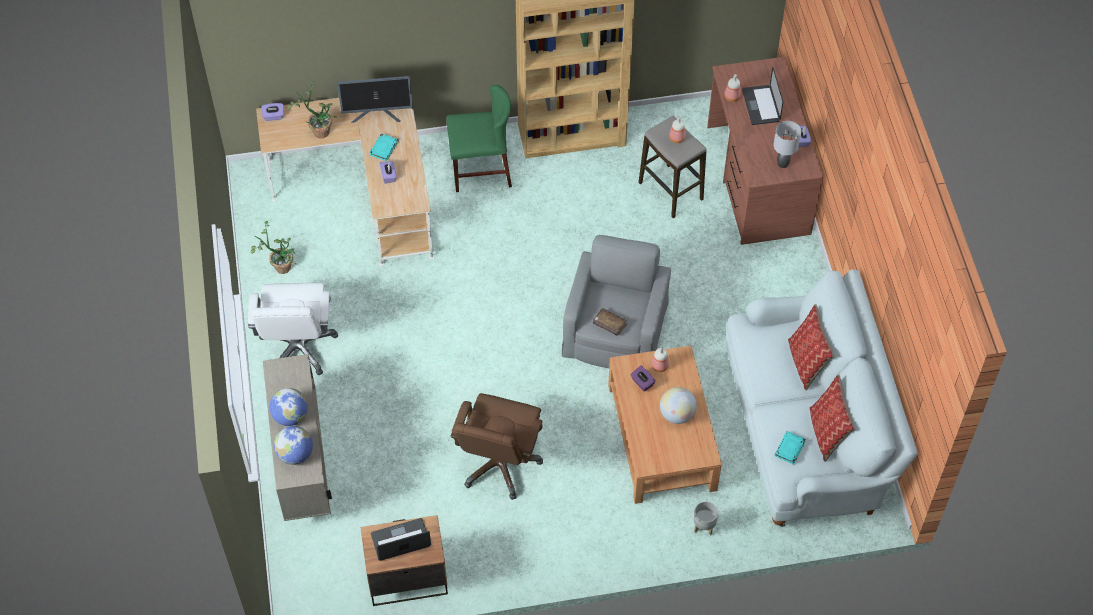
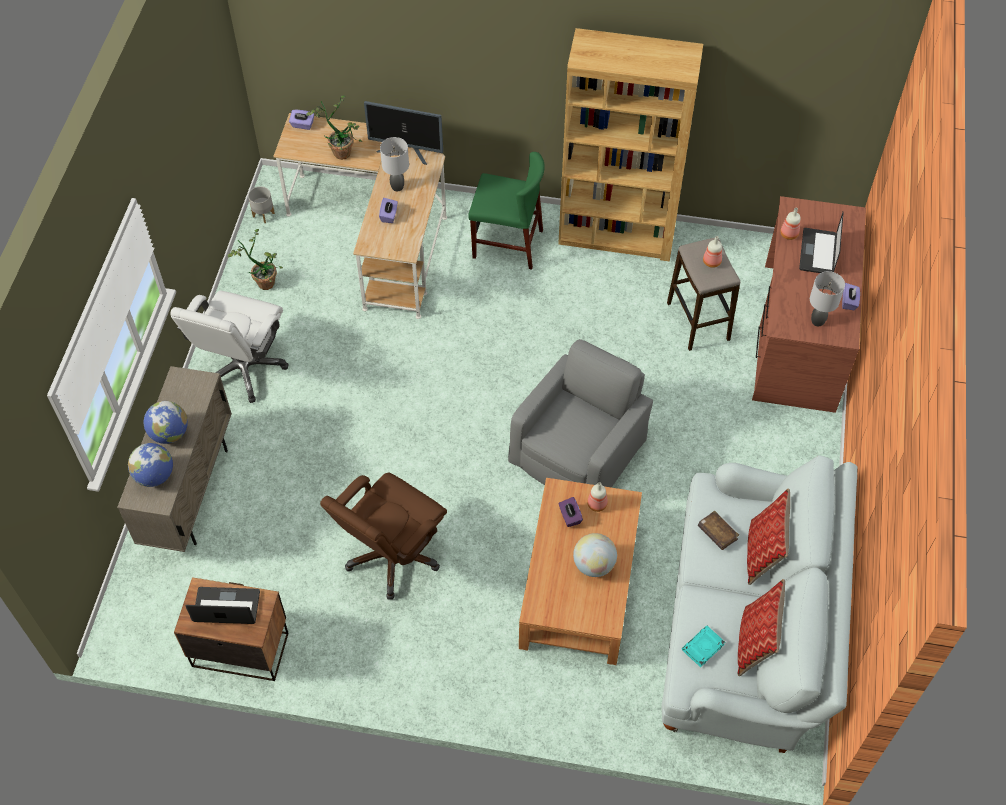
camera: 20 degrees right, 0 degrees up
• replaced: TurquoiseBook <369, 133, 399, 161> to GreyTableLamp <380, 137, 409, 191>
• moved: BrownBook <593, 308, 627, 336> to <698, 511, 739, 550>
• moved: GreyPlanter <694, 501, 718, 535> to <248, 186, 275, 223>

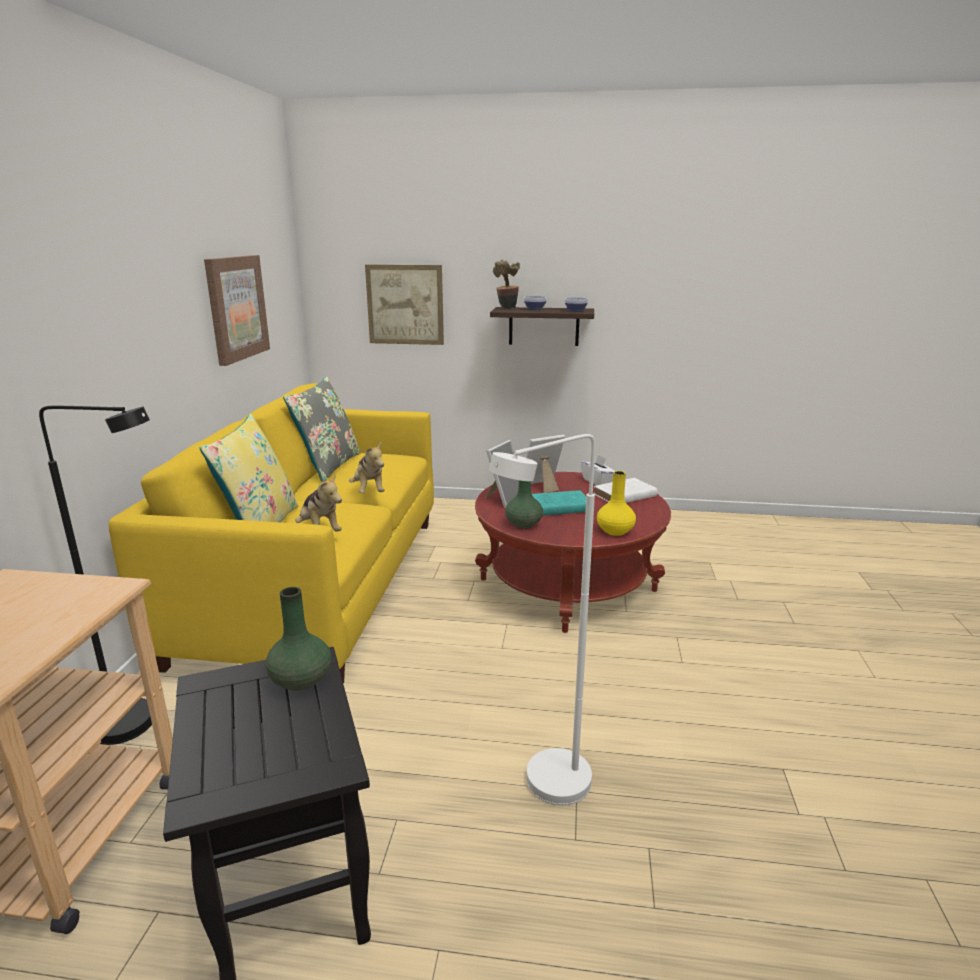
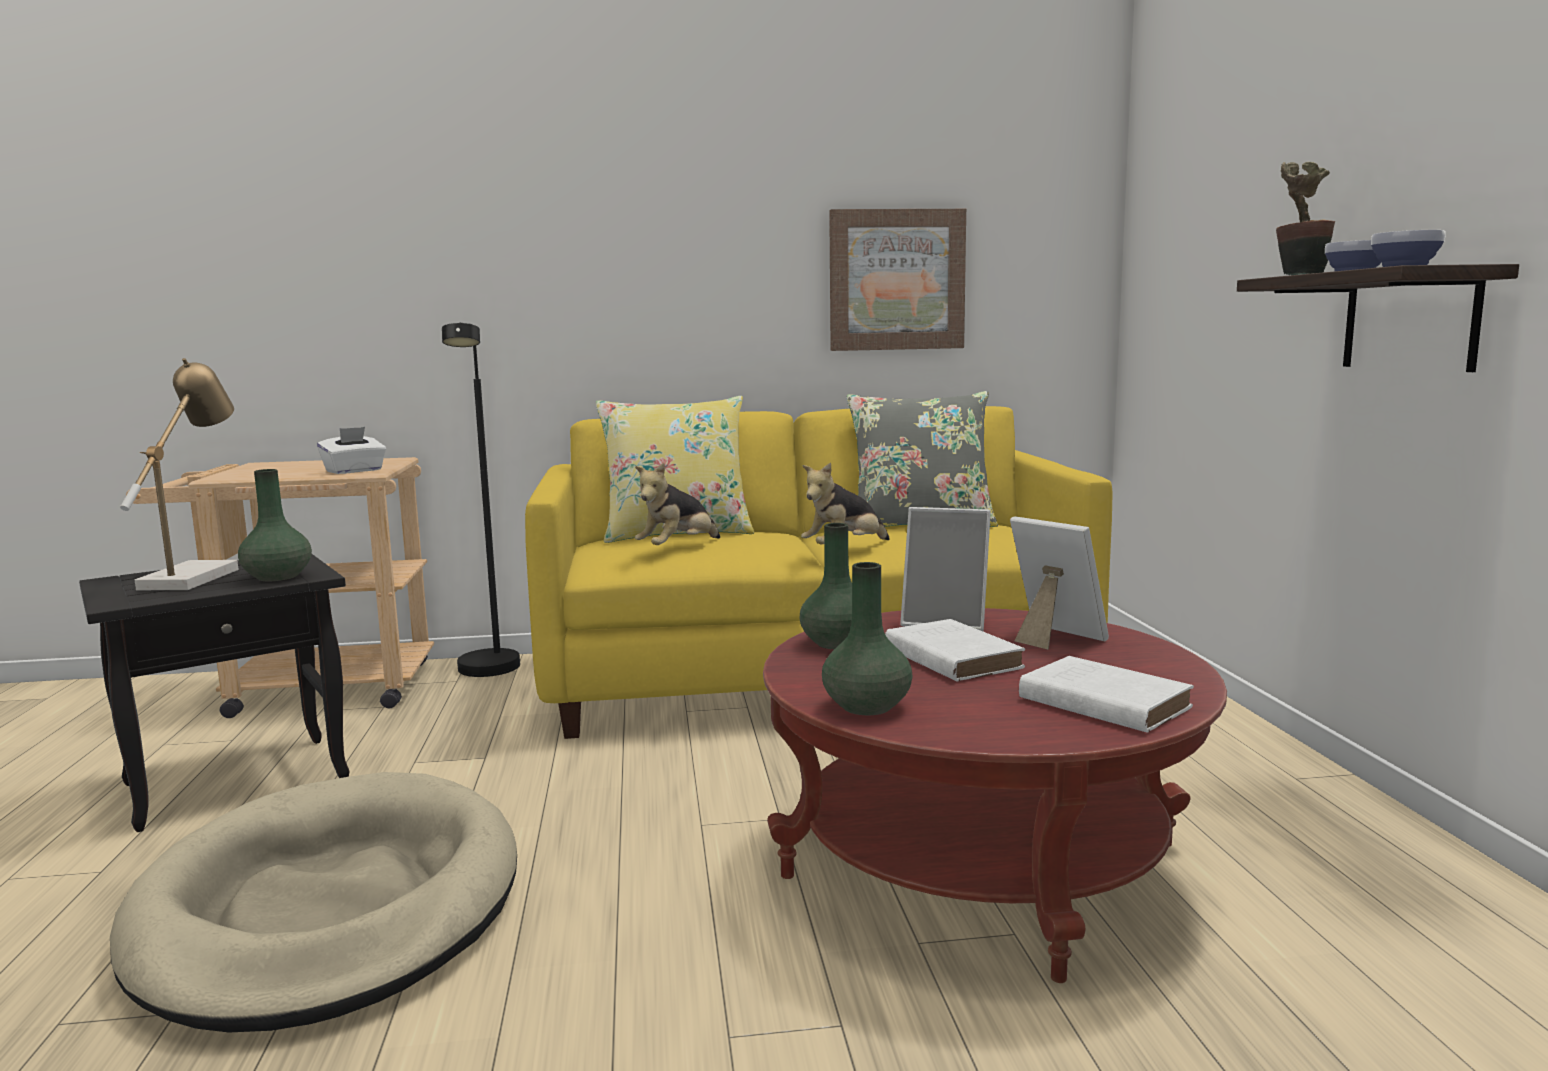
camera: 75 degrees right, 10 degrees down
• removed: Picture <365, 264, 444, 345>
• replaced: WhiteFloorLamp <489, 434, 595, 805> to BeigeDogBed <110, 772, 517, 1033>
• recoloured: TurquoiseBook <532, 490, 586, 516> to WhiteBook <885, 619, 1025, 682>
• moved: WhiteTissueBox <581, 455, 615, 485> to <317, 427, 386, 474>
• recoloured: YellowVase <597, 471, 636, 536> to GreenVase <822, 562, 913, 715>
• added: TableLamp <120, 358, 239, 590>

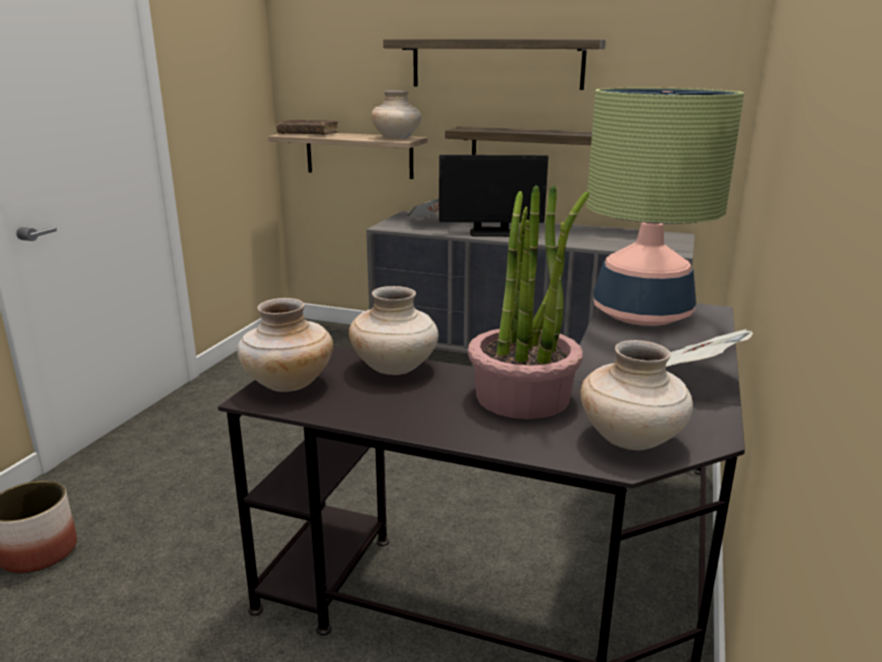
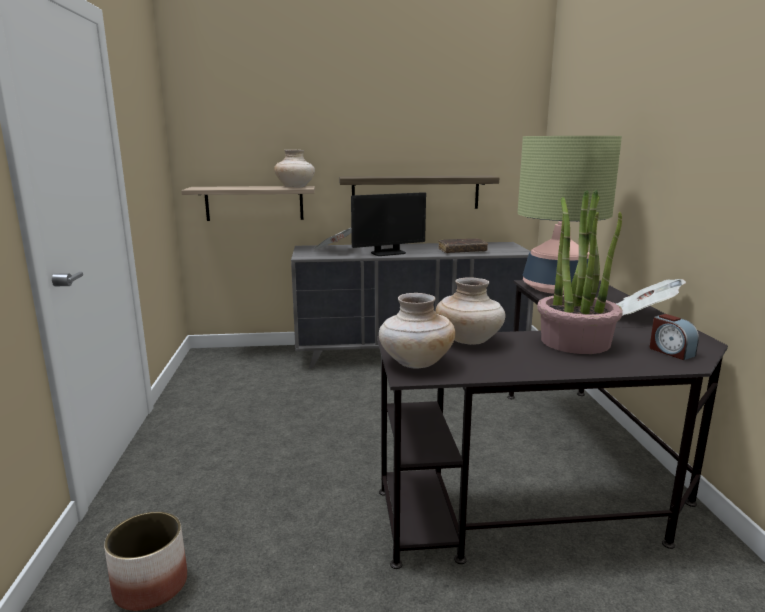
camera: 25 degrees left, 5 degrees down
• moved: BrownBook <276, 119, 339, 135> to <438, 238, 488, 253>
• removed: Shelf <383, 39, 606, 90>
• replaced: BeigeVase <580, 340, 693, 450> to AlarmClock <650, 314, 699, 360>

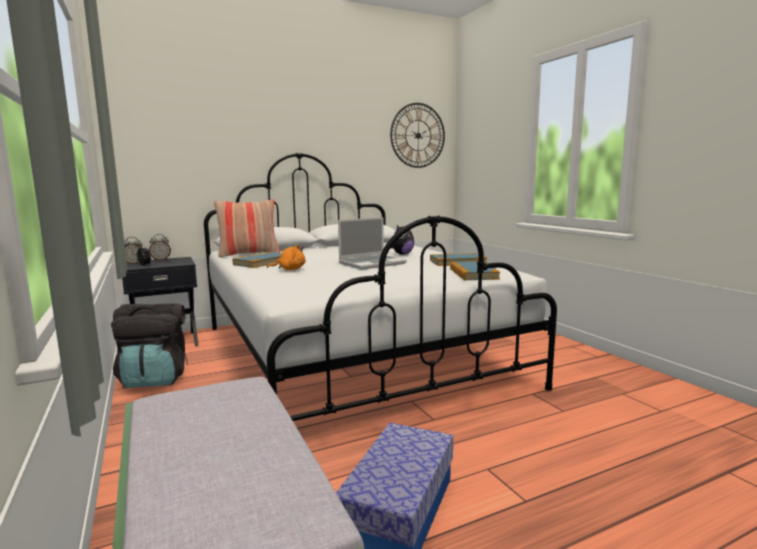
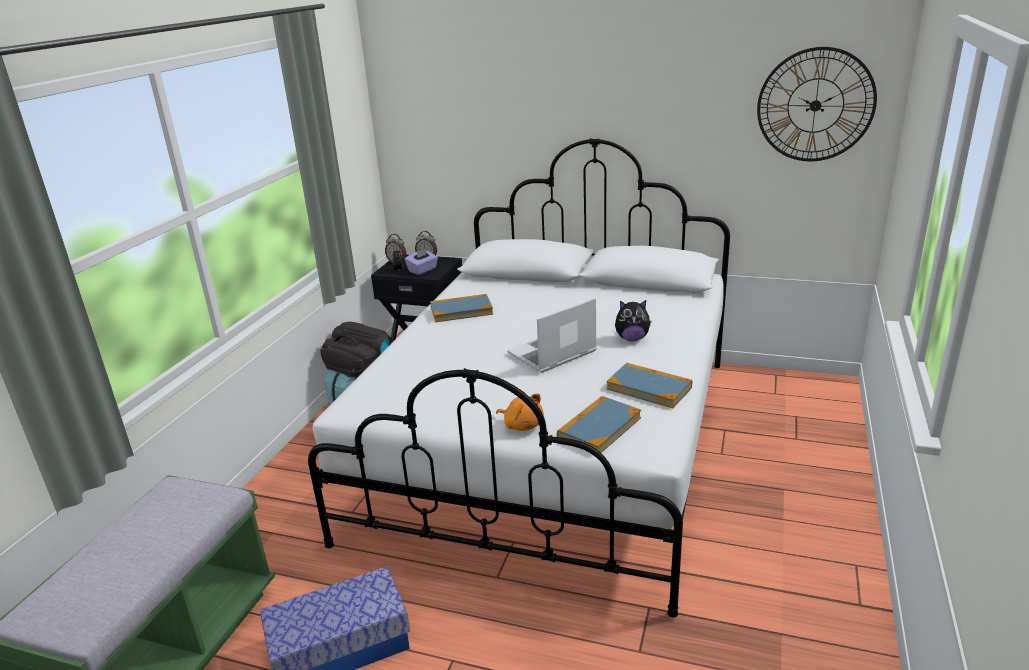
camera: 45 degrees right, 15 degrees up
• removed: Pillow <214, 199, 280, 257>
• moved: OrangePlushToy <267, 245, 305, 270> to <496, 393, 544, 431>
• turned: Laptop <338, 217, 407, 270> = <507, 298, 597, 373> 135 degrees clockwise
• added: PurpleTissueBox <405, 248, 438, 275>

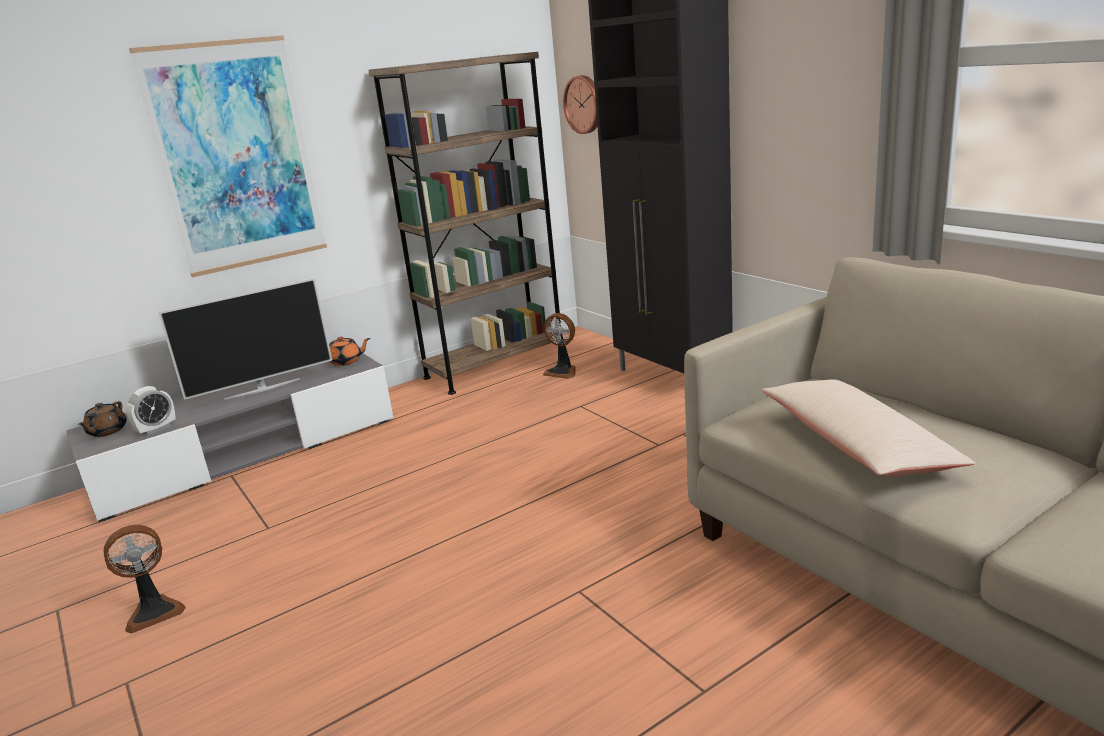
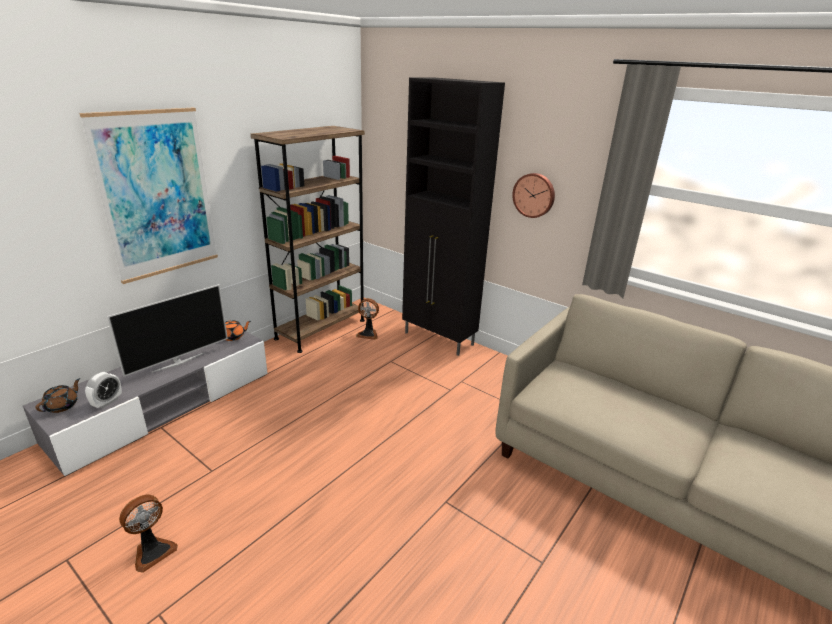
camera: 20 degrees left, 5 degrees up
• turned: BrownTeapot <78, 401, 127, 437> = <35, 378, 80, 413> 150 degrees counterclockwise
• moved: WallClock <563, 75, 597, 134> to <512, 173, 555, 218>
• removed: BeigePillow <761, 379, 975, 477>

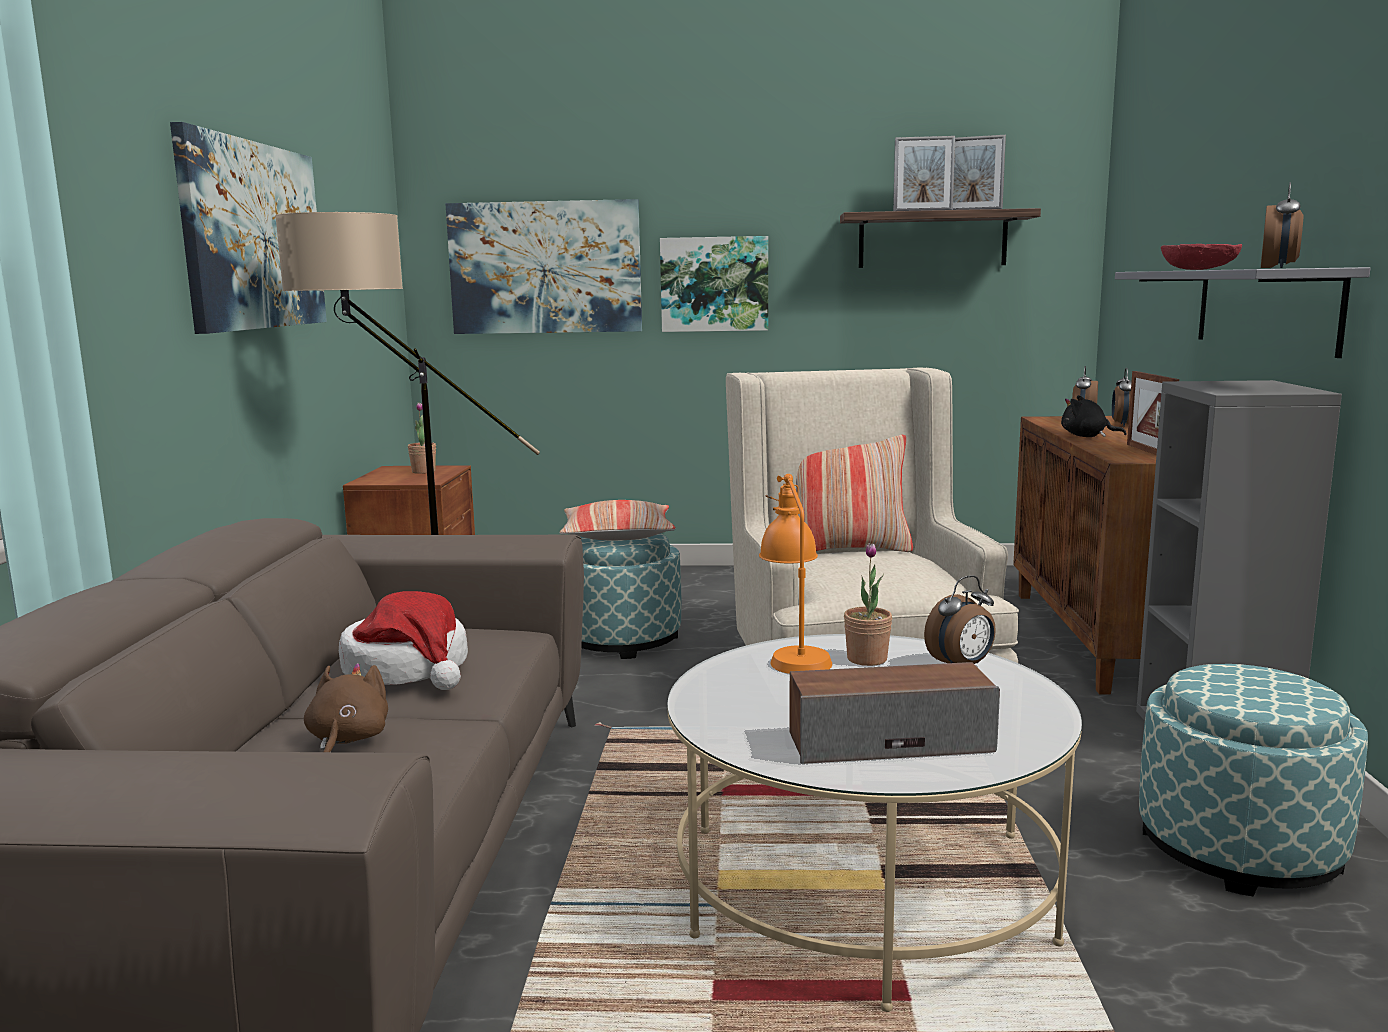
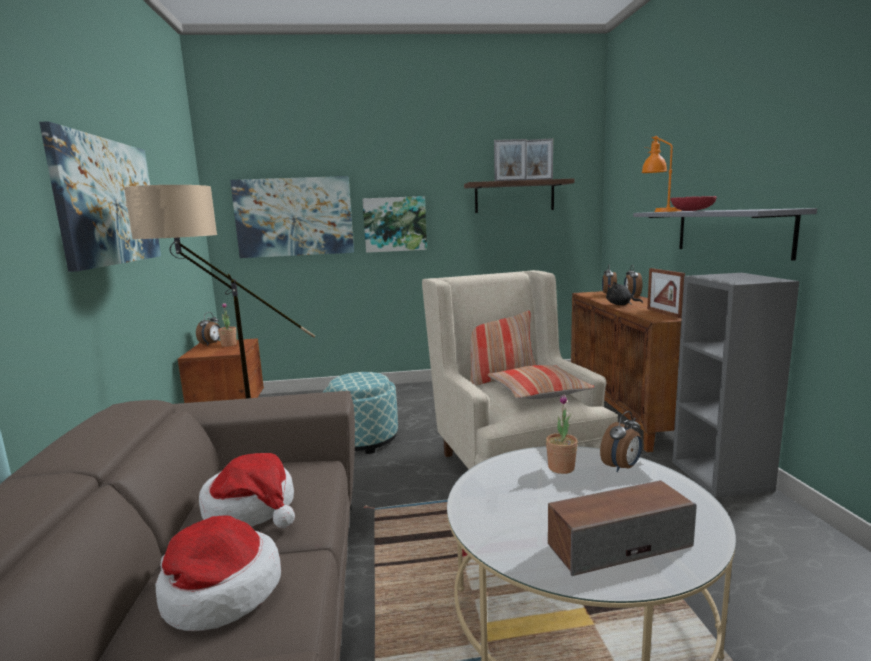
camera: 10 degrees left, 0 degrees up
• replaced: BrownPlushToy <304, 663, 388, 752> to Hat <156, 515, 281, 631>
• moved: Pillow <559, 500, 676, 540> to <488, 365, 595, 399>
• moved: OrangeTableLamp <759, 474, 832, 674> to <641, 136, 682, 212>
• removed: Ottoman <1139, 664, 1368, 897>
• moved: AlarmClock <1261, 182, 1303, 268> to <196, 312, 220, 346>

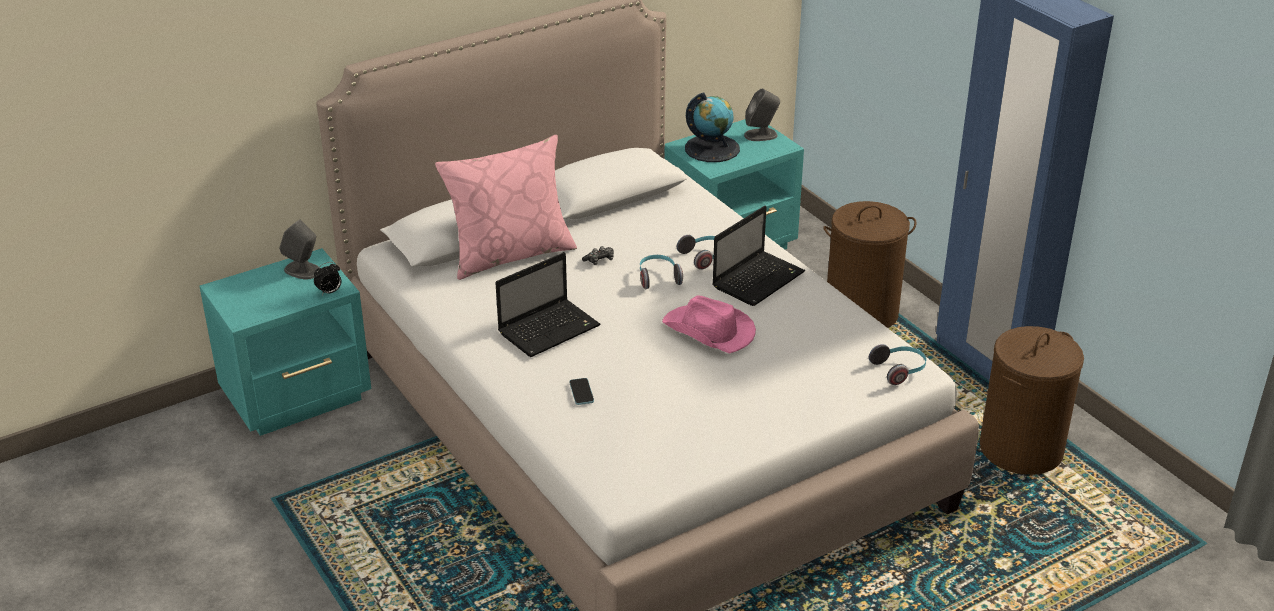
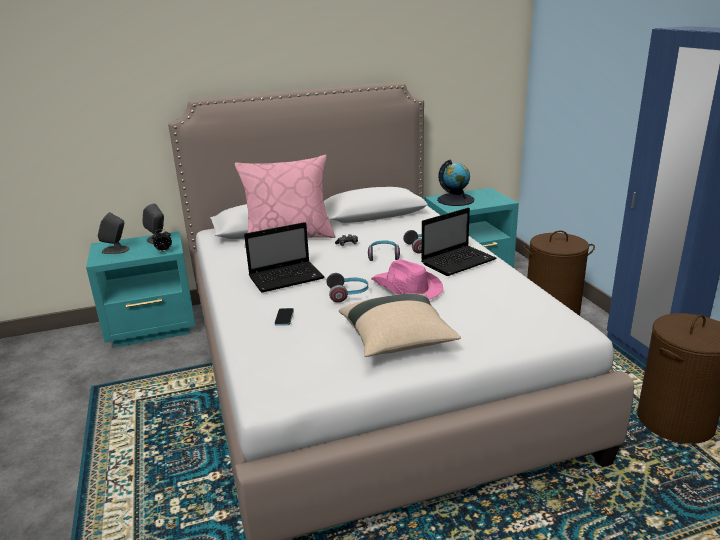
camera: 15 degrees right, 10 degrees down
• moved: GreySpeaker <744, 89, 780, 141> to <98, 212, 129, 254>
• moved: Headphones <869, 344, 926, 385> to <326, 273, 368, 303>
• added: BeigePillow <339, 293, 461, 357>

